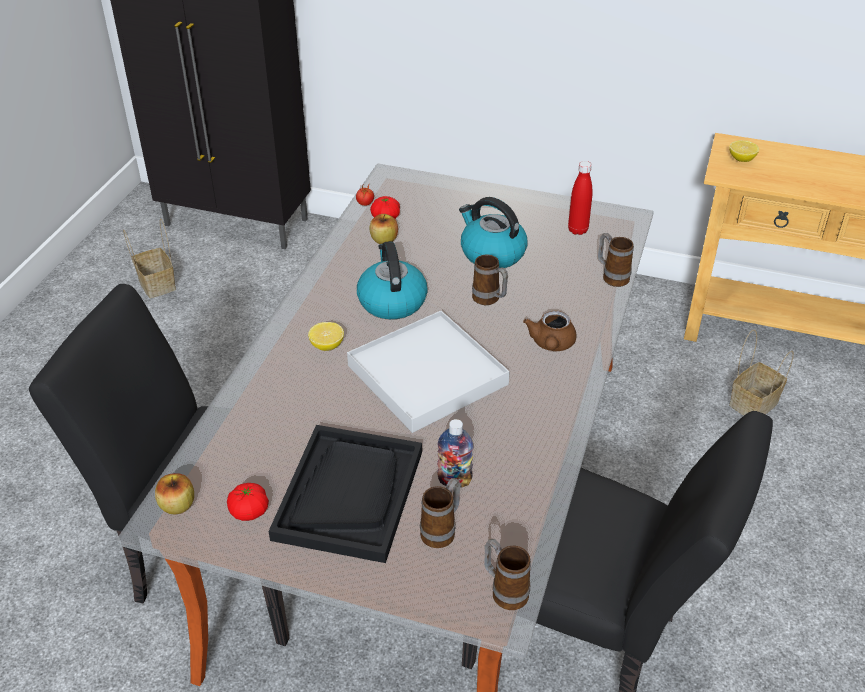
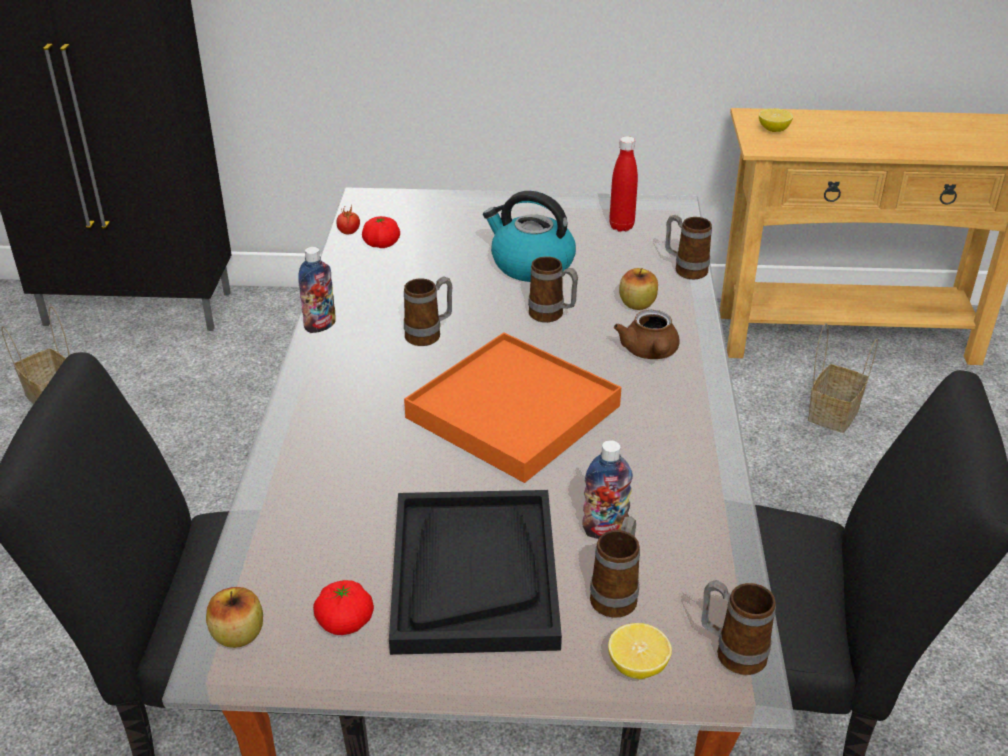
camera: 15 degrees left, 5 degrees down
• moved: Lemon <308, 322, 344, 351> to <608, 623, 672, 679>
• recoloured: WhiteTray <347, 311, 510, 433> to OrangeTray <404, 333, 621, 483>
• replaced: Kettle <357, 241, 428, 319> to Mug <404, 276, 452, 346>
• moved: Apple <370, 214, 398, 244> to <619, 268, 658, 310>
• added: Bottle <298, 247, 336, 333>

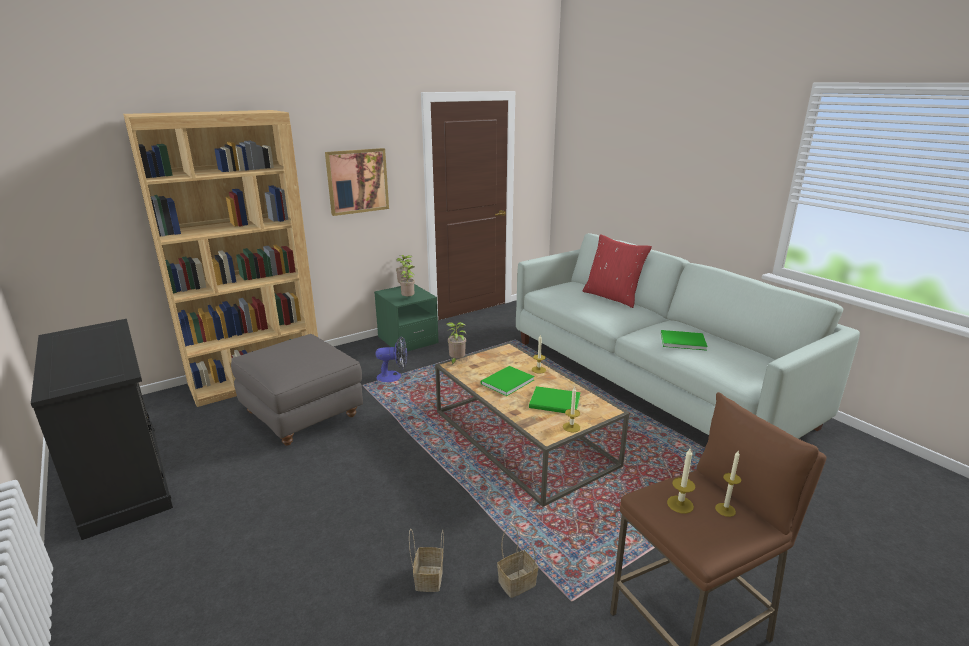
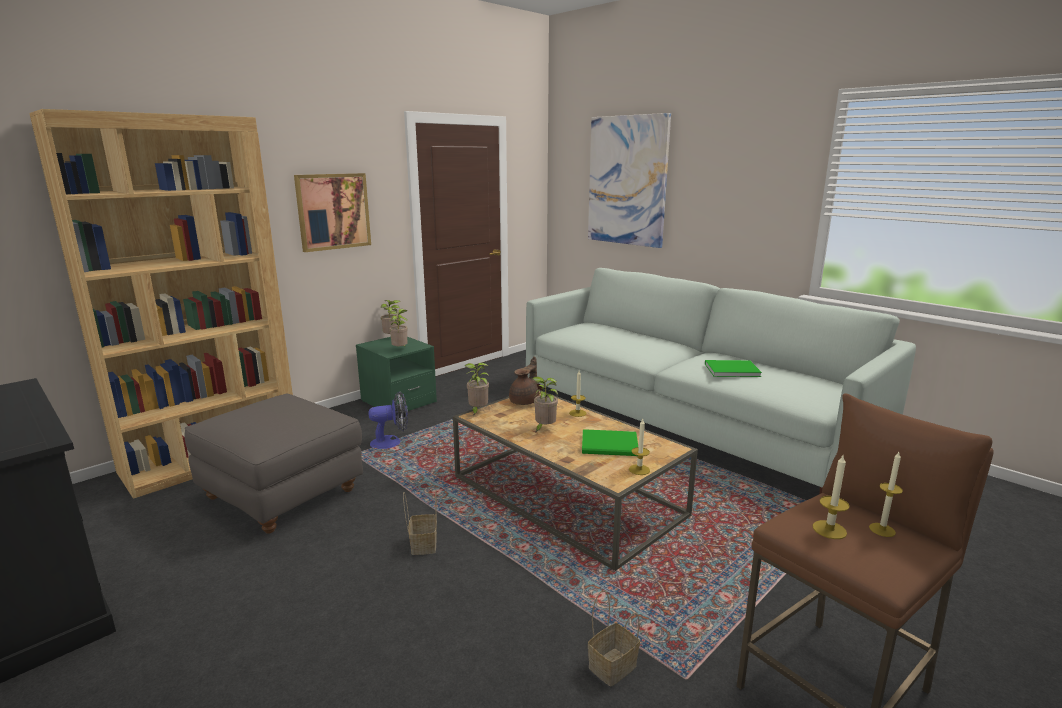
camera: 10 degrees left, 5 degrees down
• moved: Basket <409, 529, 444, 592> to <403, 490, 437, 555>
• replaced: GreenBook <480, 366, 535, 396> to PottedPlant <532, 376, 558, 433>
• removed: RedPillow <583, 234, 652, 308>
• added: BrownTeapot <509, 357, 539, 405>
• added: Picture <588, 113, 671, 248>

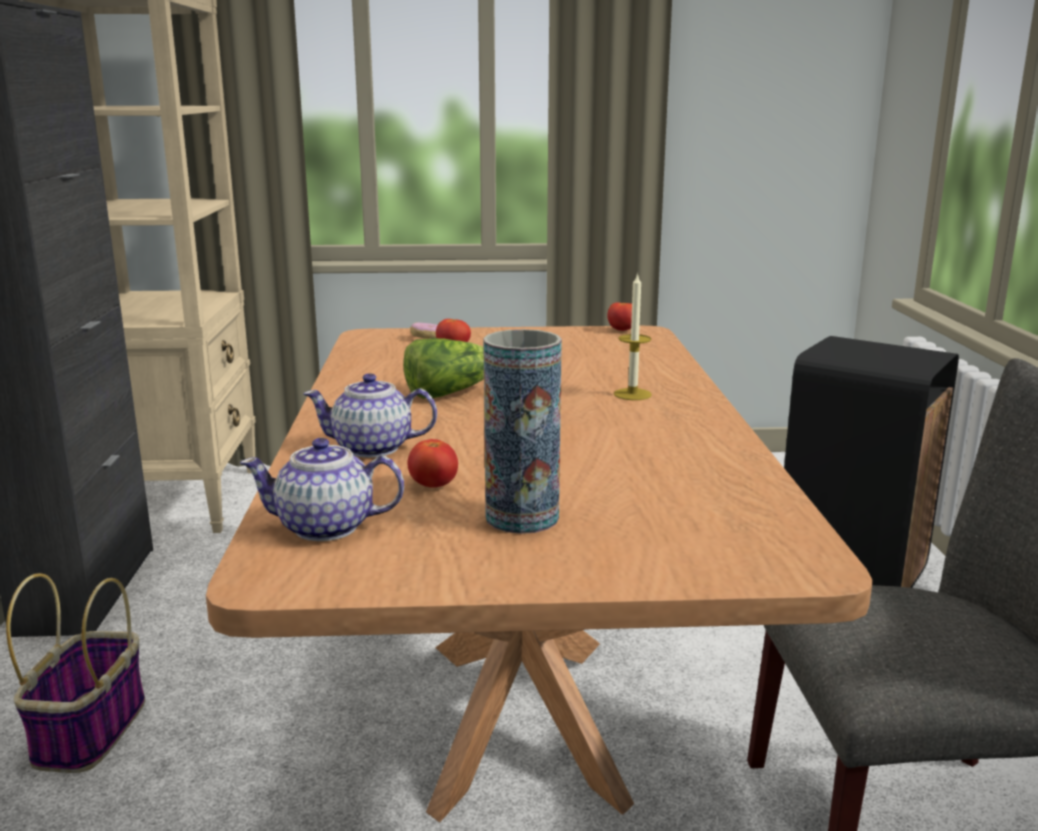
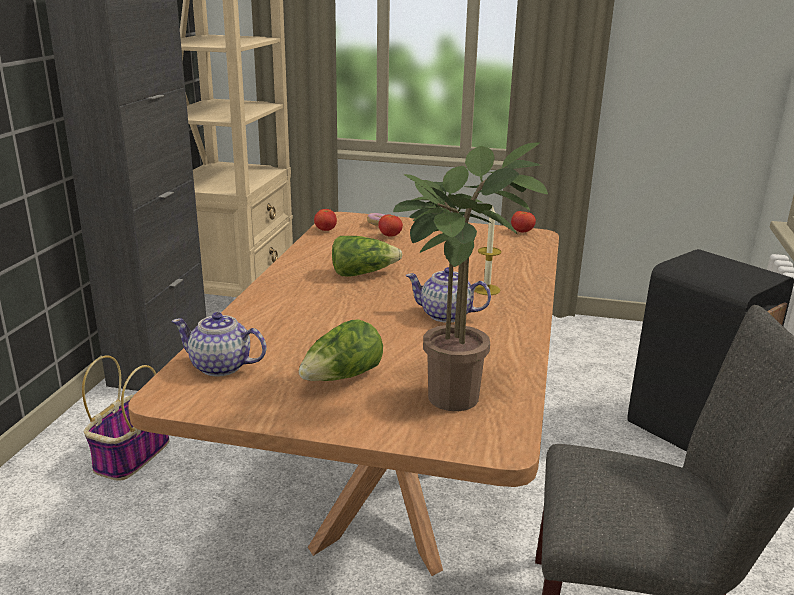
camera: 15 degrees right, 5 degrees up
• moved: Teapot <303, 373, 437, 458> to <405, 267, 491, 323>
• moved: Tomato <407, 439, 458, 488> to <314, 209, 337, 231>
• replaced: Vase <483, 329, 562, 534> to Lettuce <299, 320, 383, 381>
• added: PottedPlant <393, 142, 548, 411>

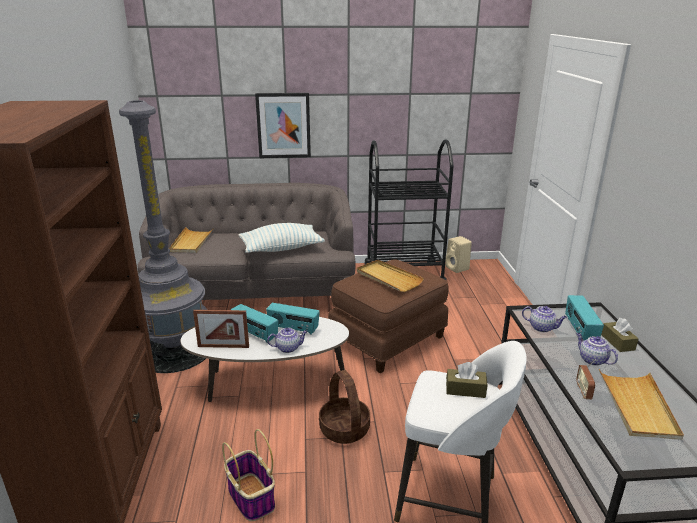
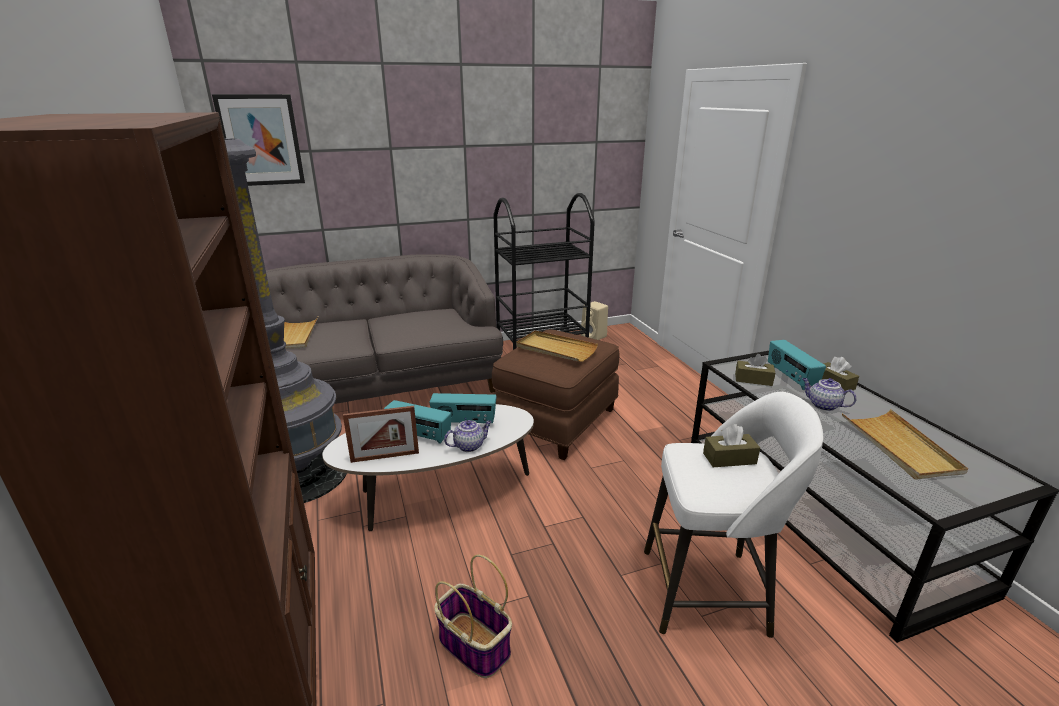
camera: 15 degrees left, 0 degrees up
• removed: Pillow <239, 223, 325, 253>
• moved: Picture <255, 93, 311, 158> to <212, 94, 305, 186>
• removed: Basket <319, 370, 370, 444>
• replaced: Teapot <522, 306, 567, 332> to BrownTissueBox <735, 354, 775, 386>
• removed: Radio <576, 359, 596, 399>

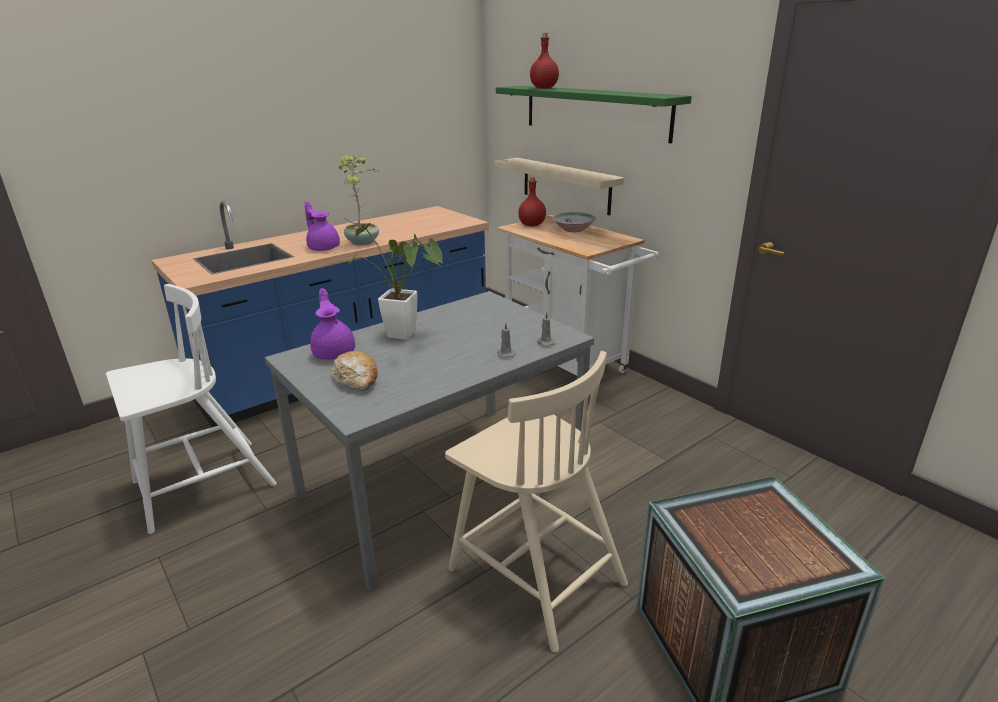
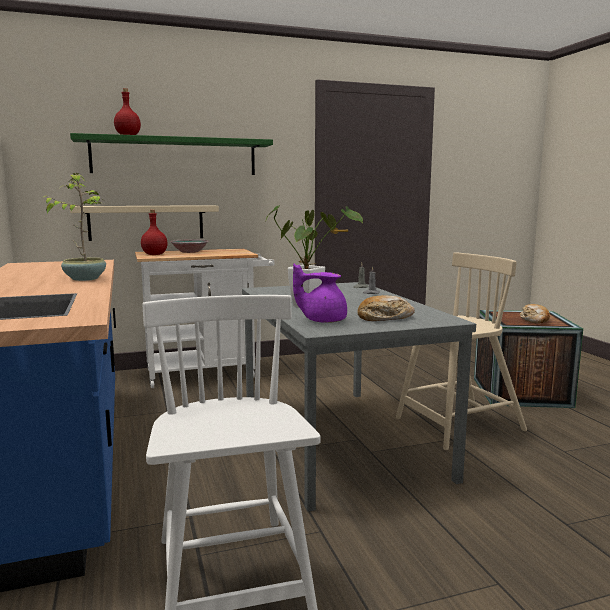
camera: 70 degrees left, 15 degrees down
• removed: PurpleTeapot <305, 201, 340, 251>
• added: Bread <520, 304, 550, 324>

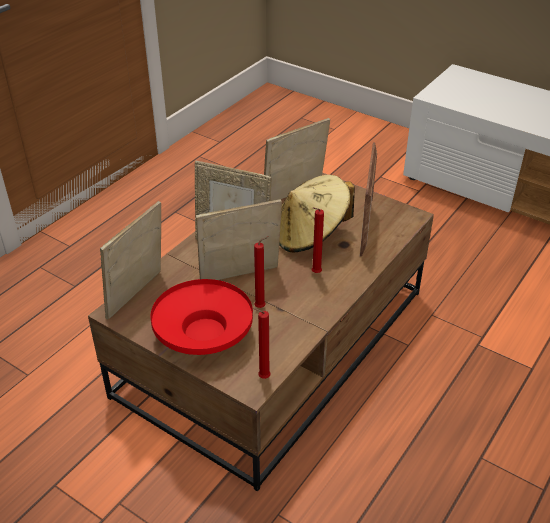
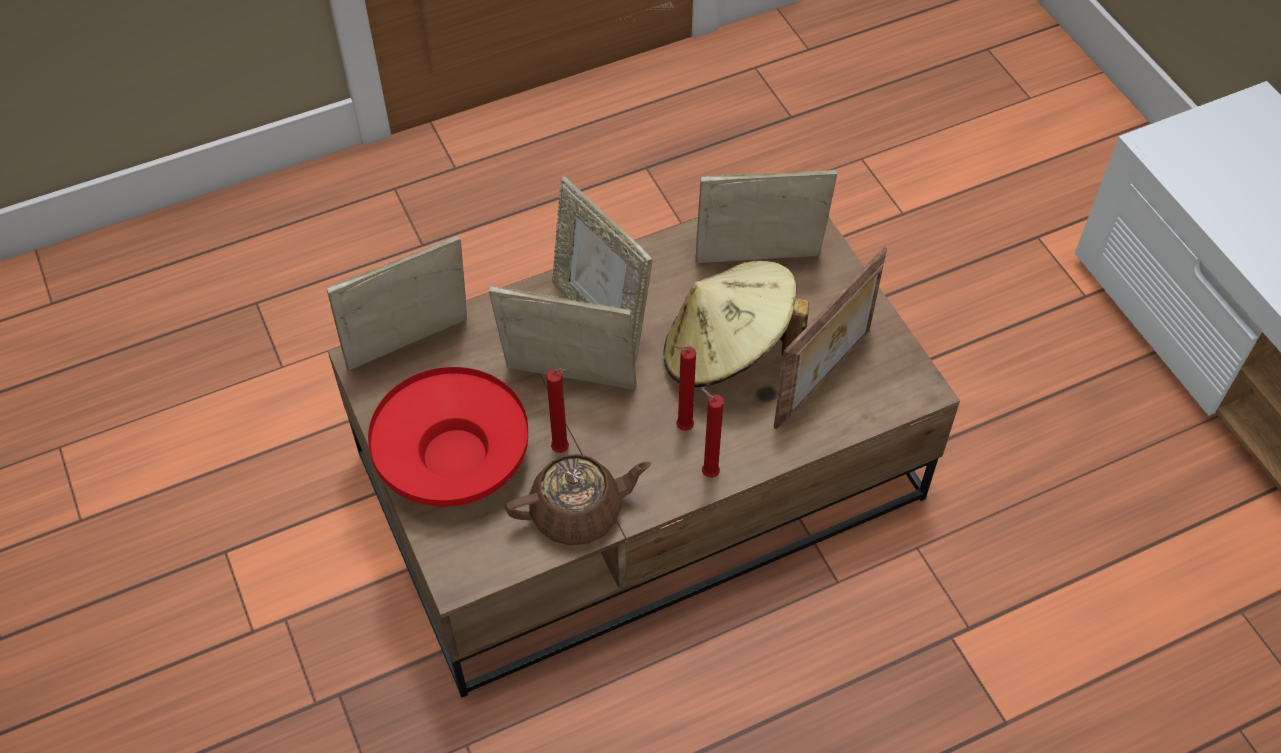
camera: 30 degrees right, 15 degrees up
• moved: RedCandle <252, 308, 271, 379> to <700, 388, 724, 478>
• added: BrownTeapot <505, 454, 652, 545>

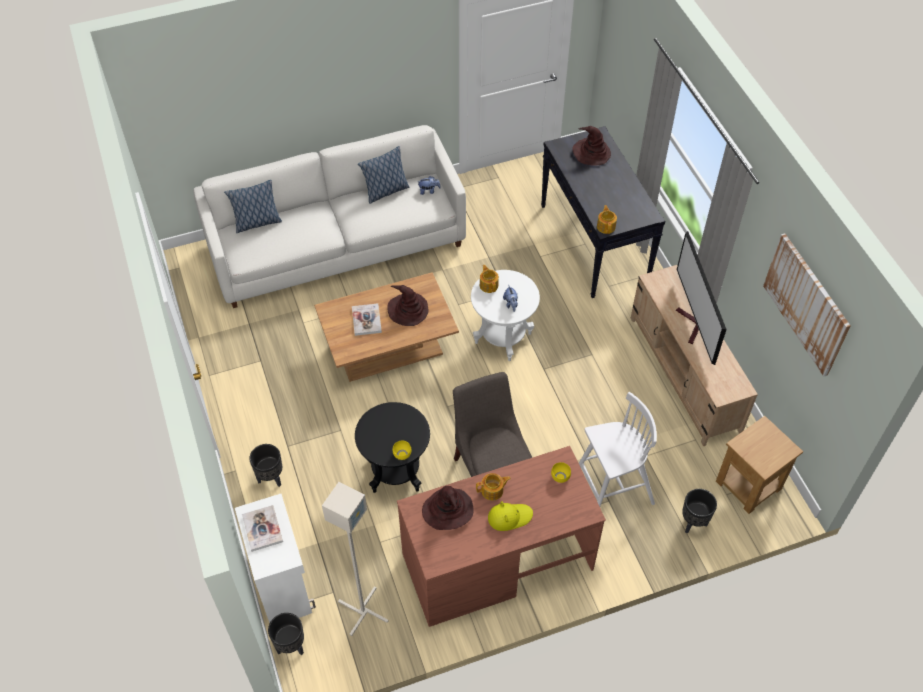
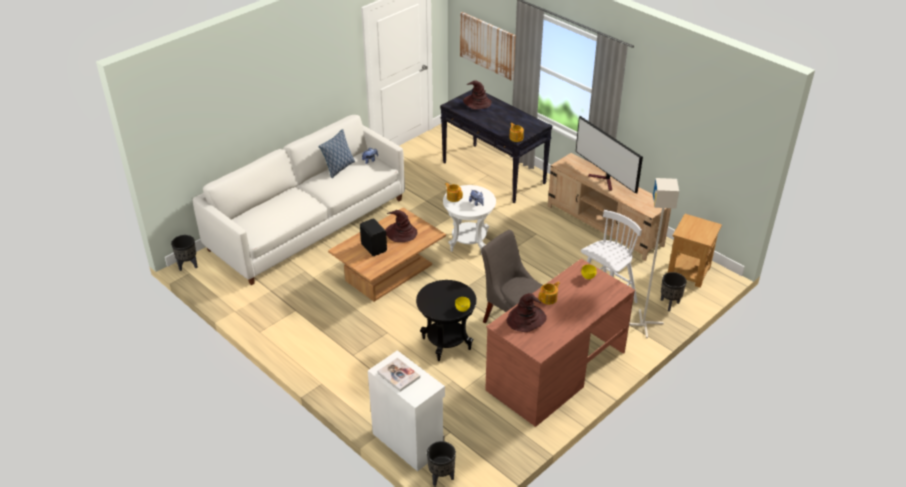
camera: 25 degrees left, 15 degrees down
• removed: Pillow <224, 180, 282, 233>
• moved: BlackPlanter <249, 444, 282, 487> to <171, 235, 198, 271>
• moved: GreyFloorLamp <322, 482, 389, 636> to <629, 178, 679, 338>
• replaced: Book <352, 303, 382, 336> to BlackSpeaker <360, 218, 387, 256>
• removed: YellowHat <488, 501, 533, 531>
• moved: Picture <763, 233, 851, 376> to <460, 12, 516, 81>

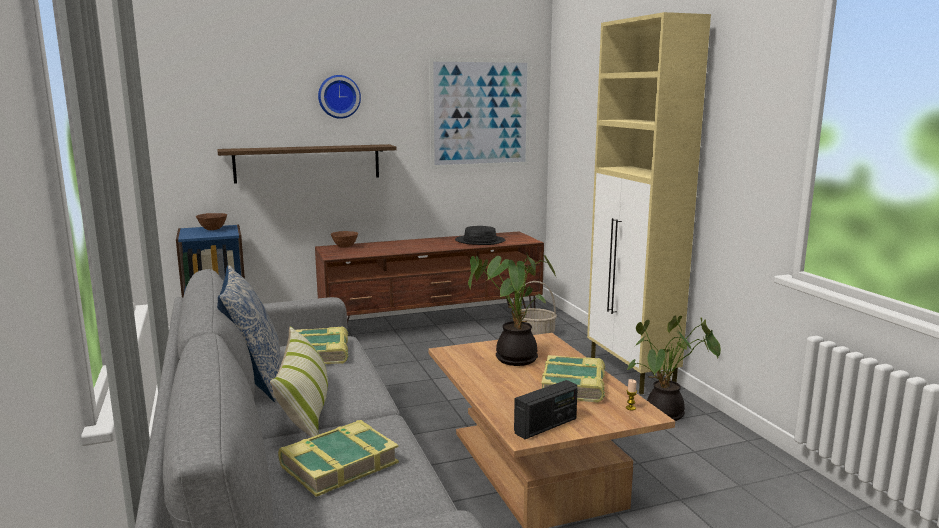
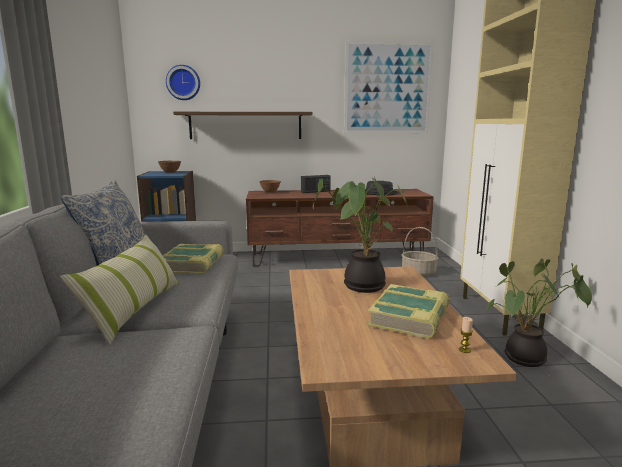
camera: 15 degrees right, 0 degrees up
• removed: Book <278, 420, 399, 497>
• moved: WallClock <318, 75, 361, 119> to <166, 65, 200, 100>
• moved: Radio <514, 380, 578, 439> to <301, 175, 331, 193>

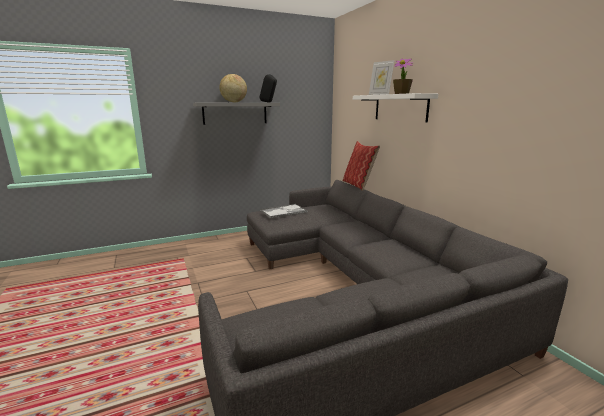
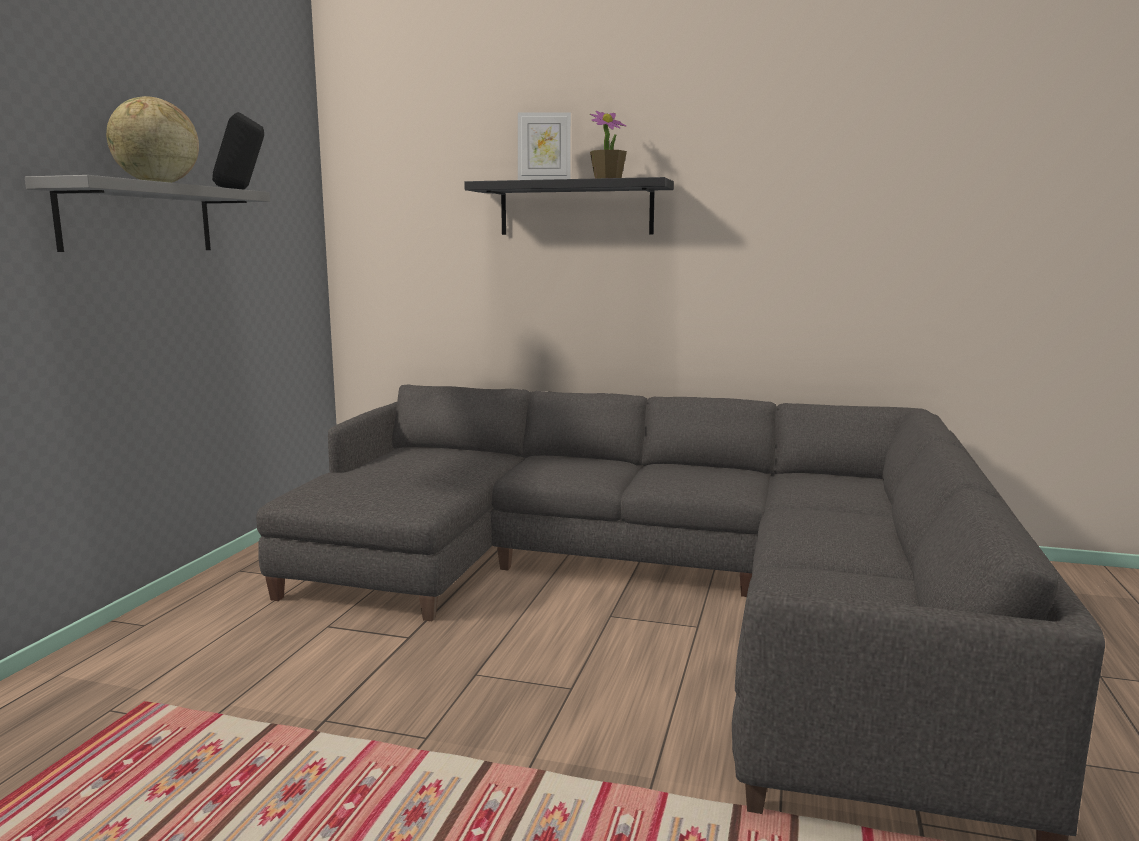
camera: 50 degrees left, 5 degrees down
• removed: Tray <260, 204, 307, 218>
• removed: Pillow <343, 141, 380, 191>
• recoloured: WhiteShelf <353, 93, 438, 123> to BlackShelf <464, 177, 674, 235>

